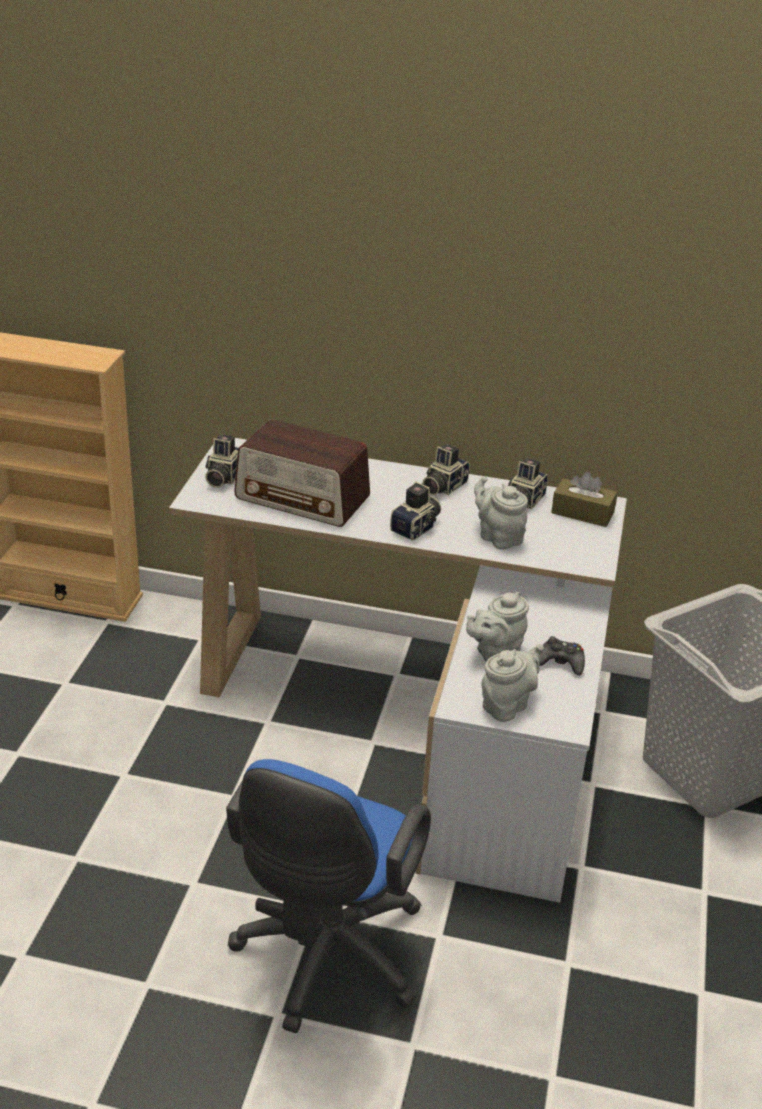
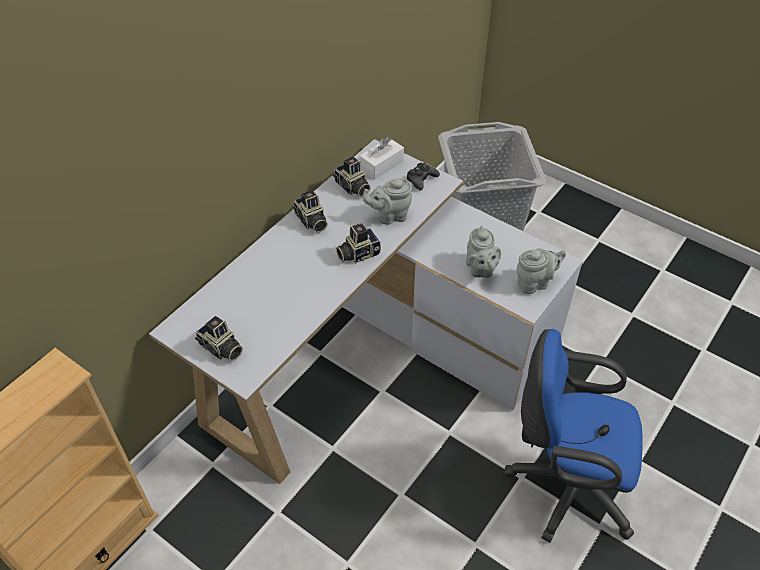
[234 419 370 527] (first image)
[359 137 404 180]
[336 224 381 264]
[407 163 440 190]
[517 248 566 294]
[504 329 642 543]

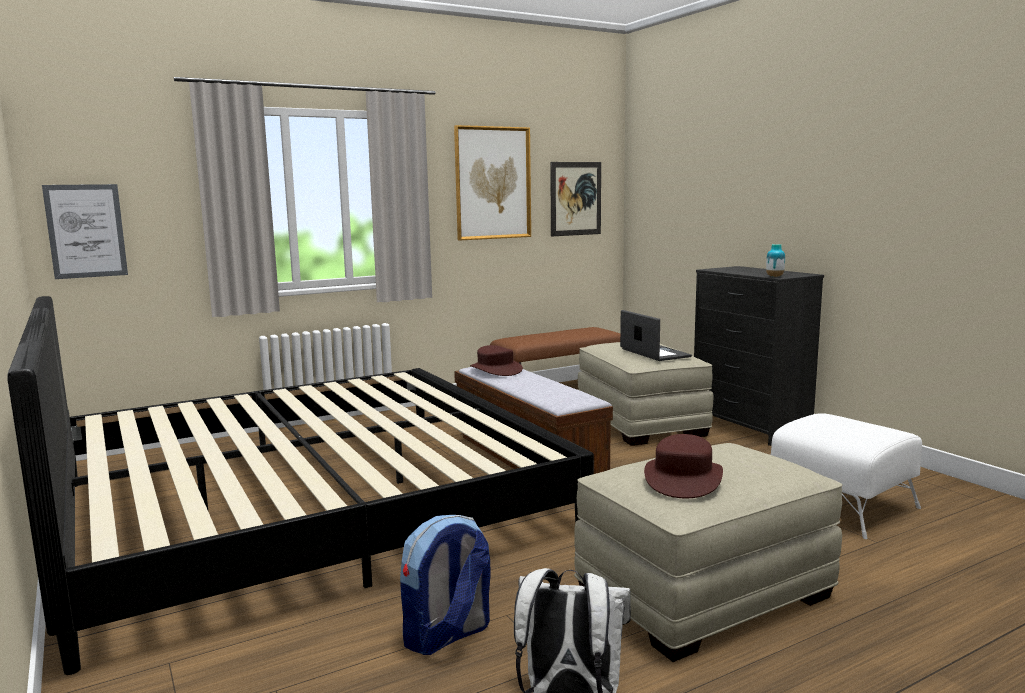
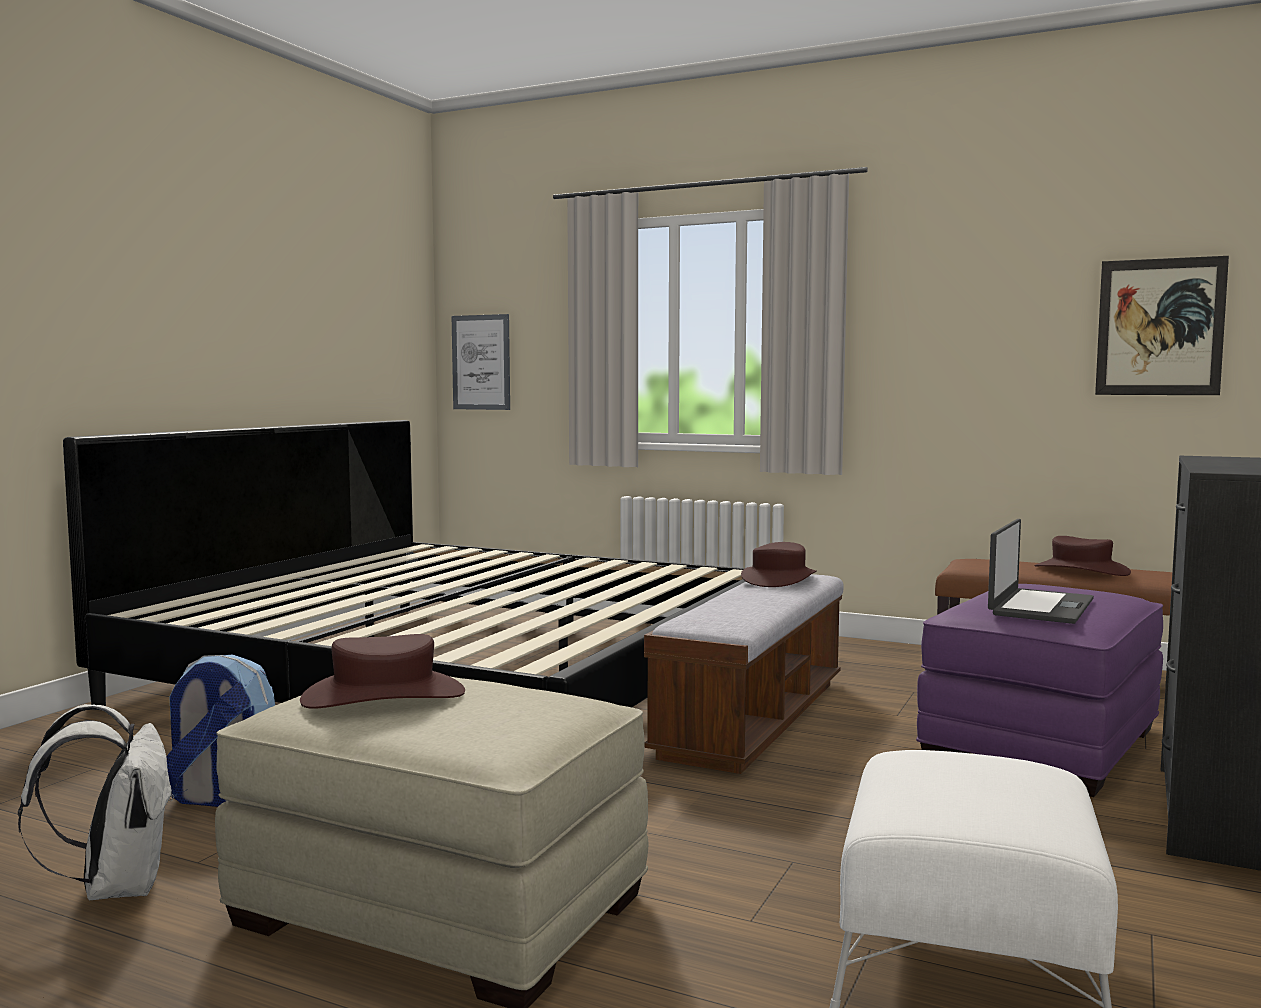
[454 125 531 240] (first image)
[766 244 785 277] (first image)
[916 584 1163 797]
[1034 536 1131 576]

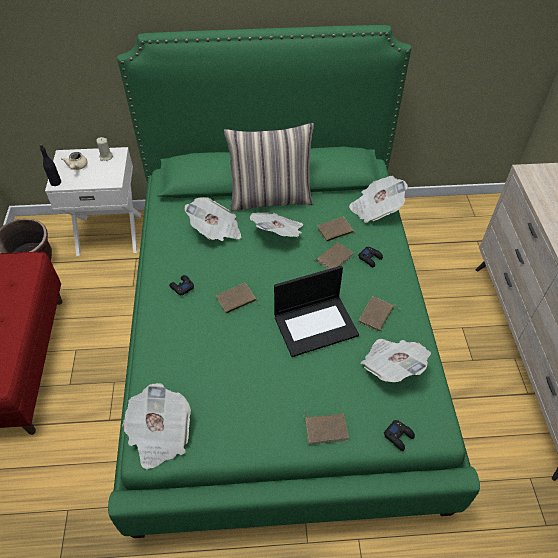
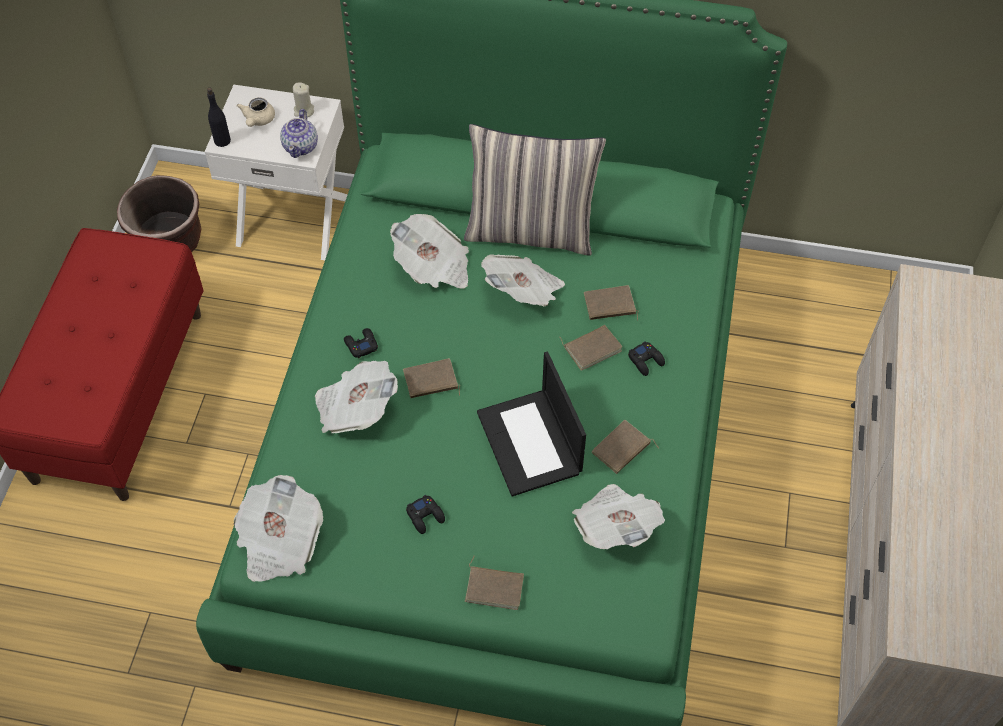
[315 361 398 433]
[477 352 586 497]
[406 495 445 534]
[280 109 318 158]

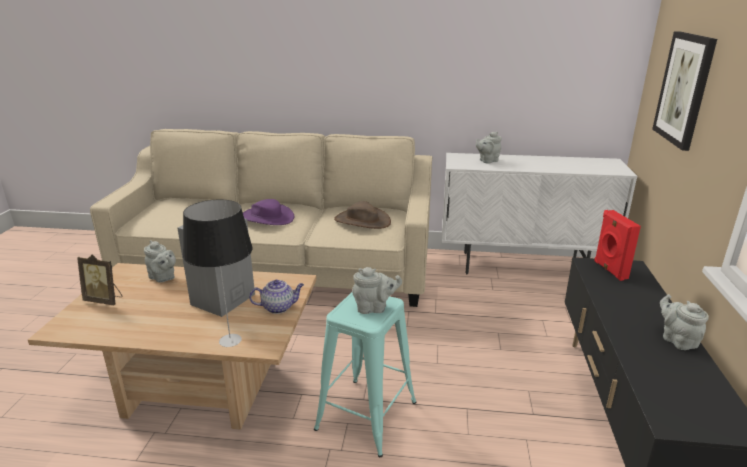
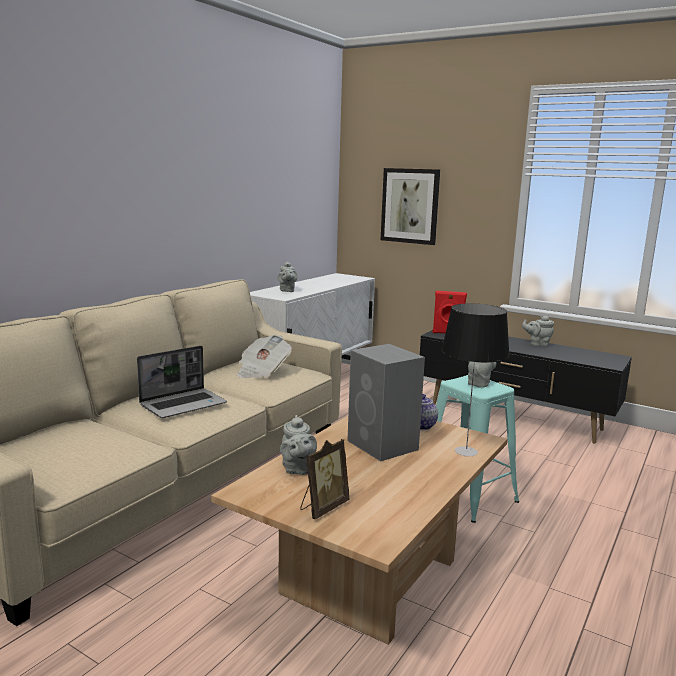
[137 346 227 418]
[237 335 292 378]
[280 415 317 475]

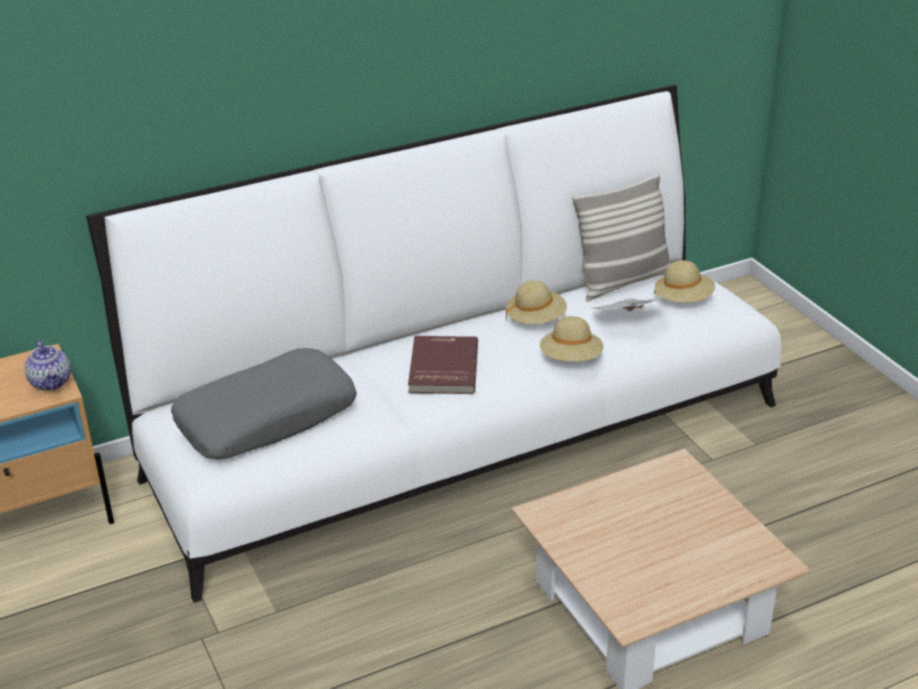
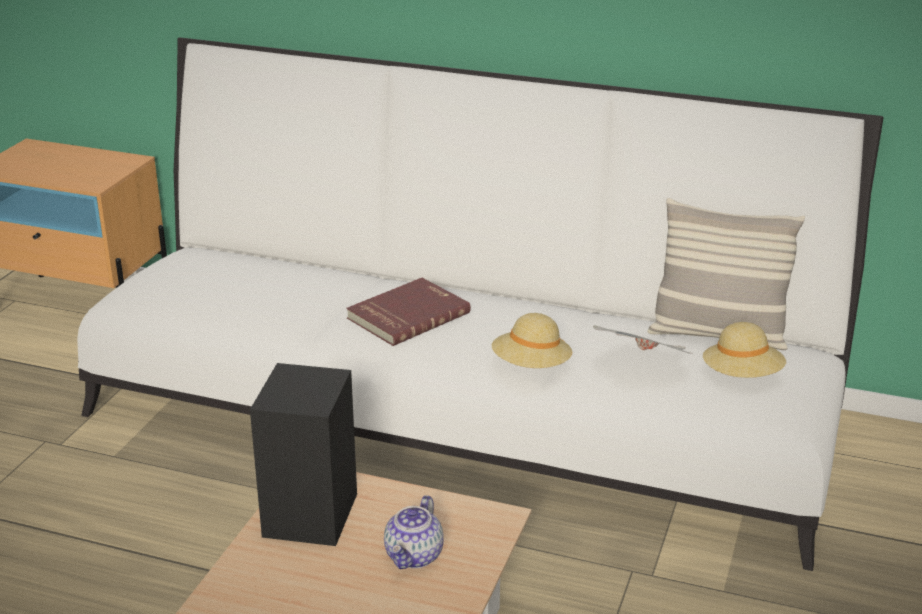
[506 281 567 324] (first image)
[384 495 444 569]
[171 348 357 459] (first image)
[250 363 357 546]

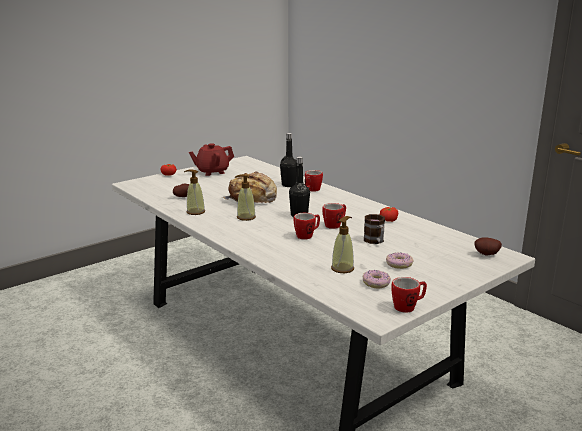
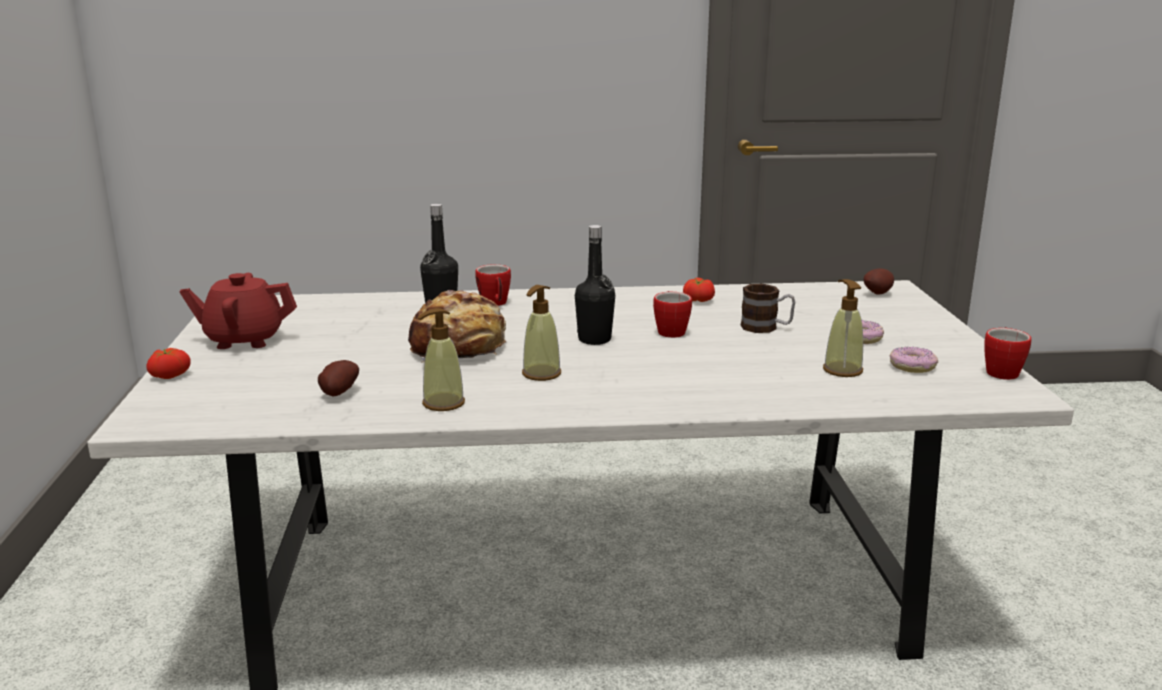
[179 273 297 349]
[294 213 320 240] (first image)

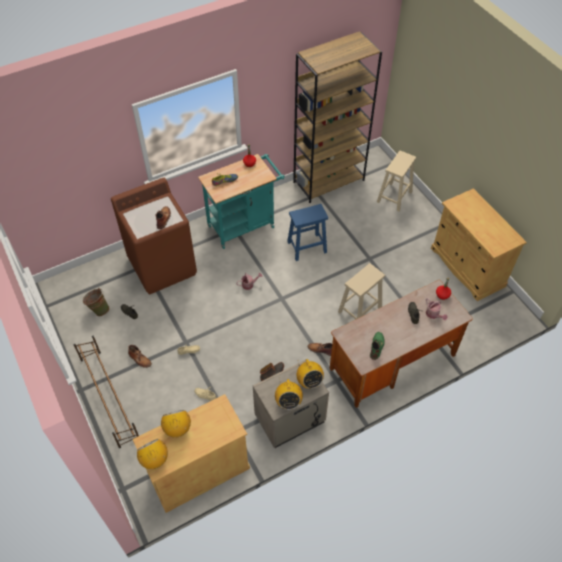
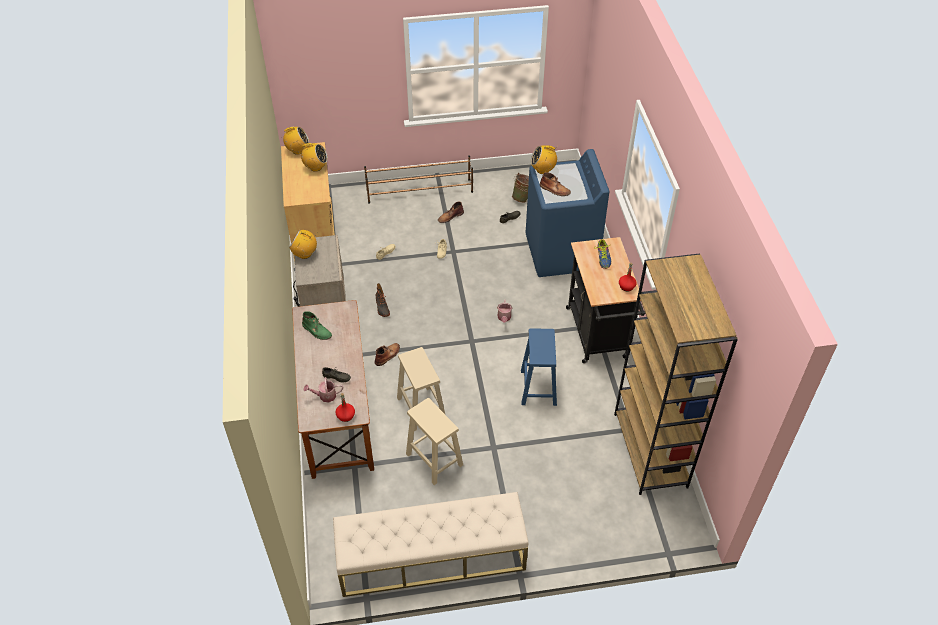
[406 398 463 485]
[566 237 646 364]
[526 149 609 277]
[333 492 528 597]
[531 145 557 174]

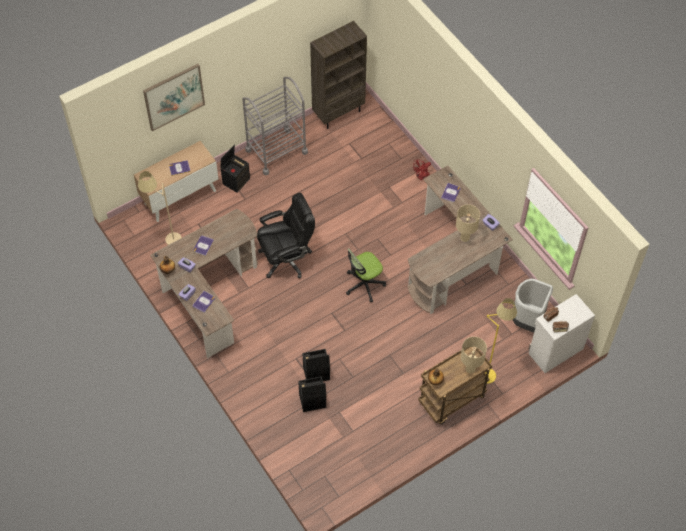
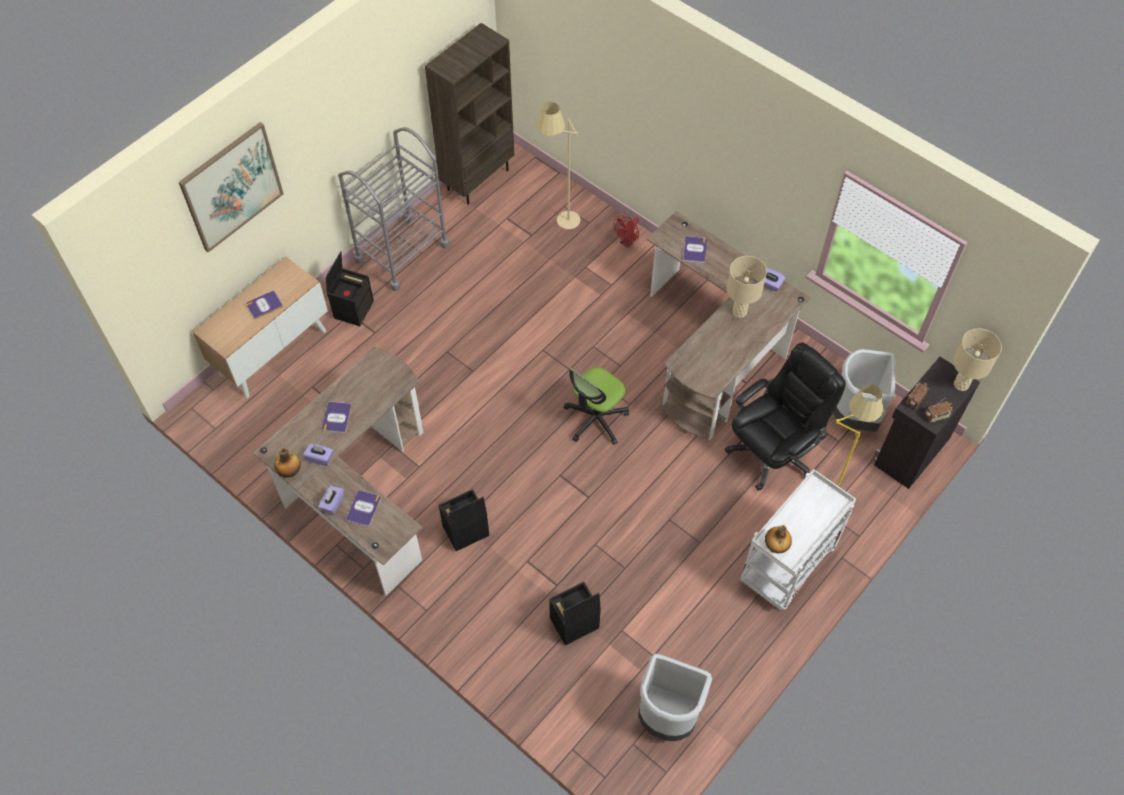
[536 102 580 229]
[725 342 846 491]
[872 357 980 489]
[953 328 1002 391]
[740 469 856 610]
[439 489 489 551]
[639 654 712 741]

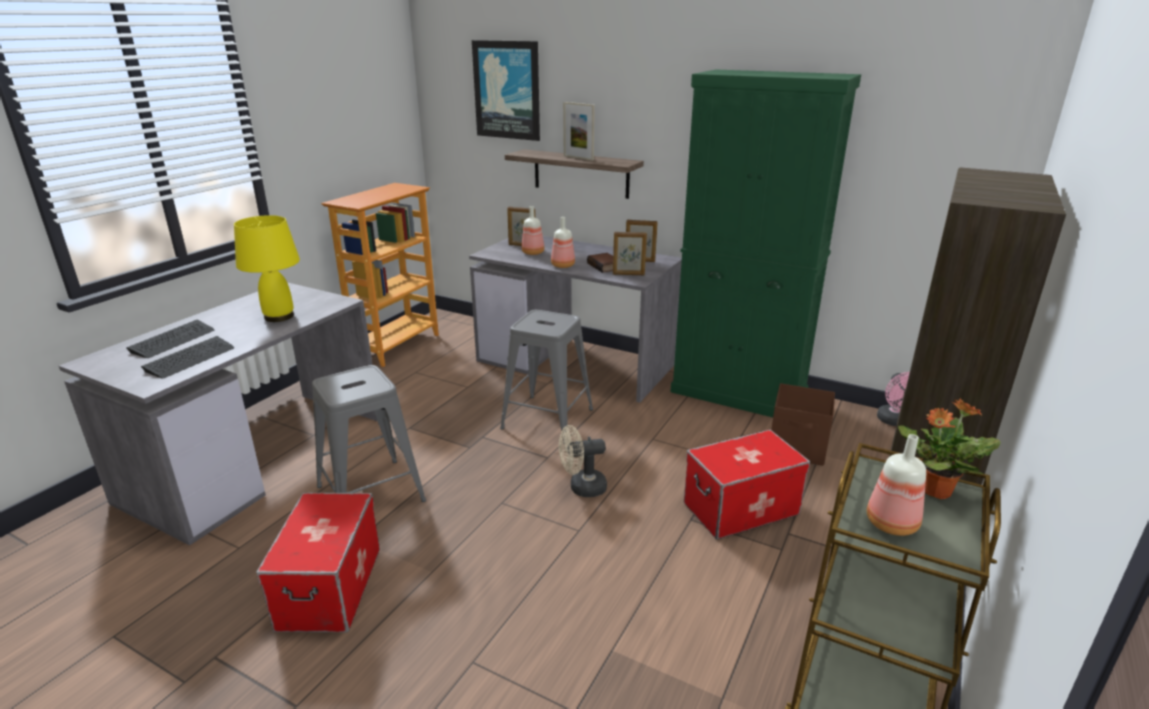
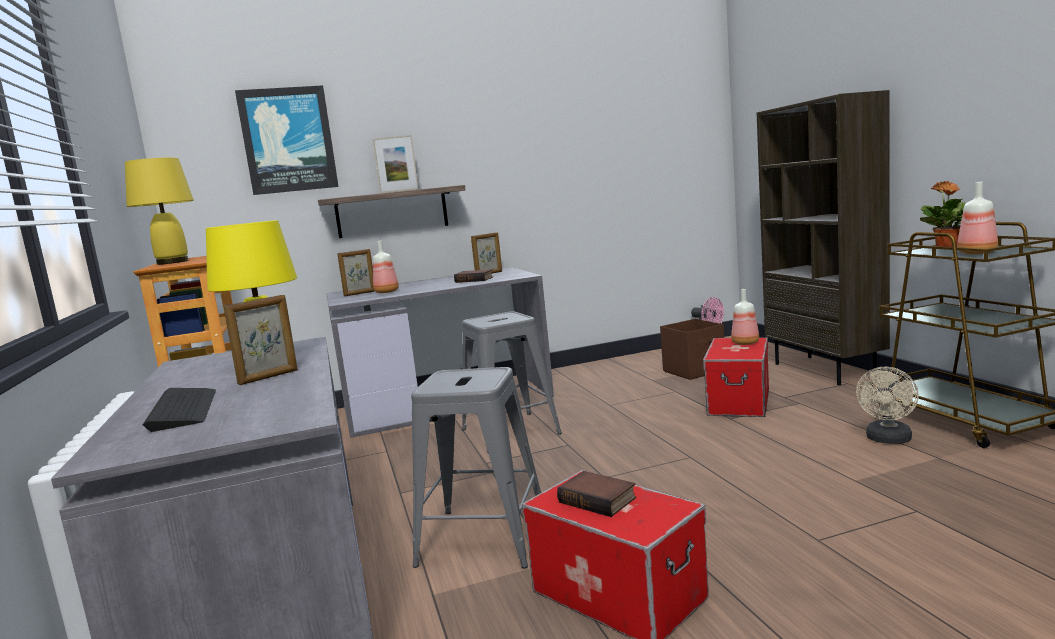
[670 70 861 417] (first image)
[731 289 759 345]
[223 295 298 385]
[141 336 234 378] (first image)
[856 367 919 444]
[125 158 194 265]
[557 471 636 517]

